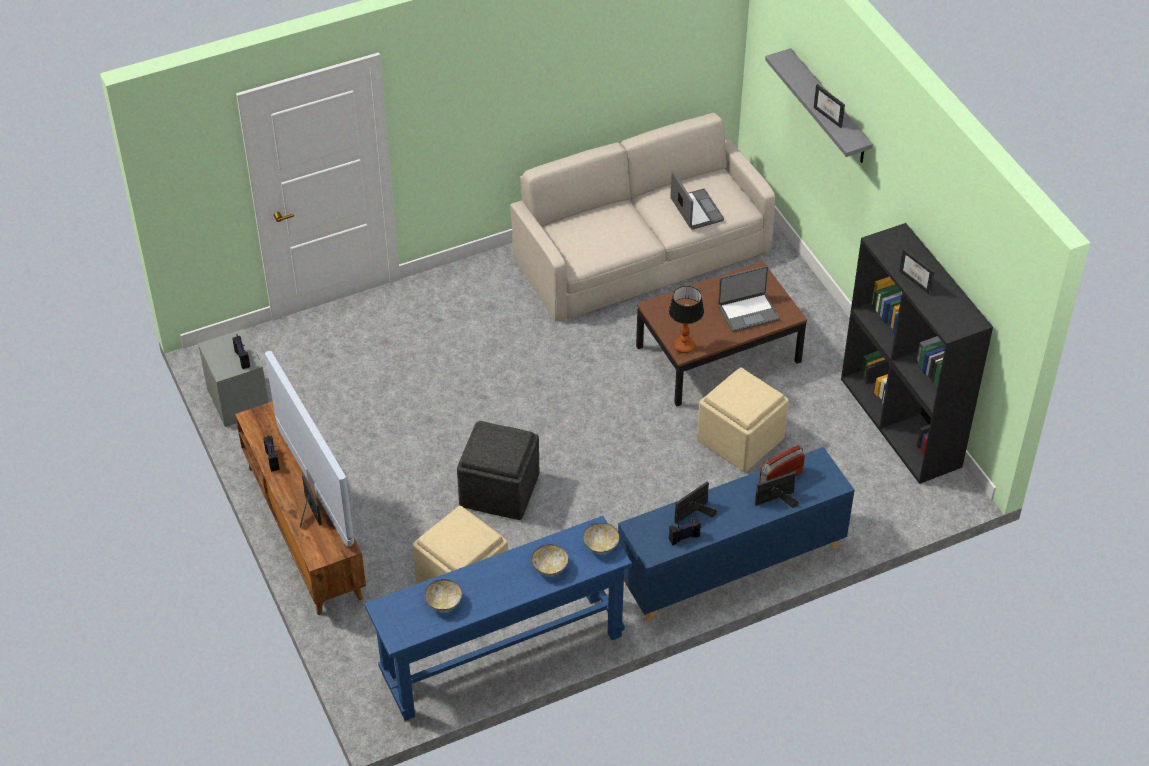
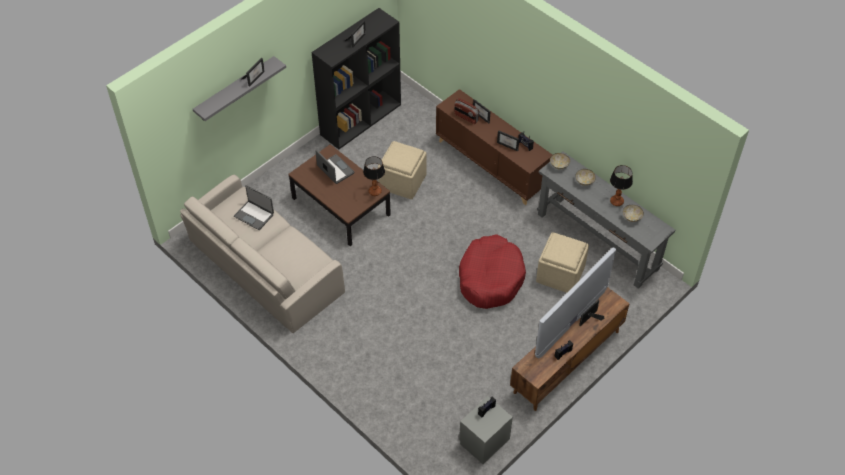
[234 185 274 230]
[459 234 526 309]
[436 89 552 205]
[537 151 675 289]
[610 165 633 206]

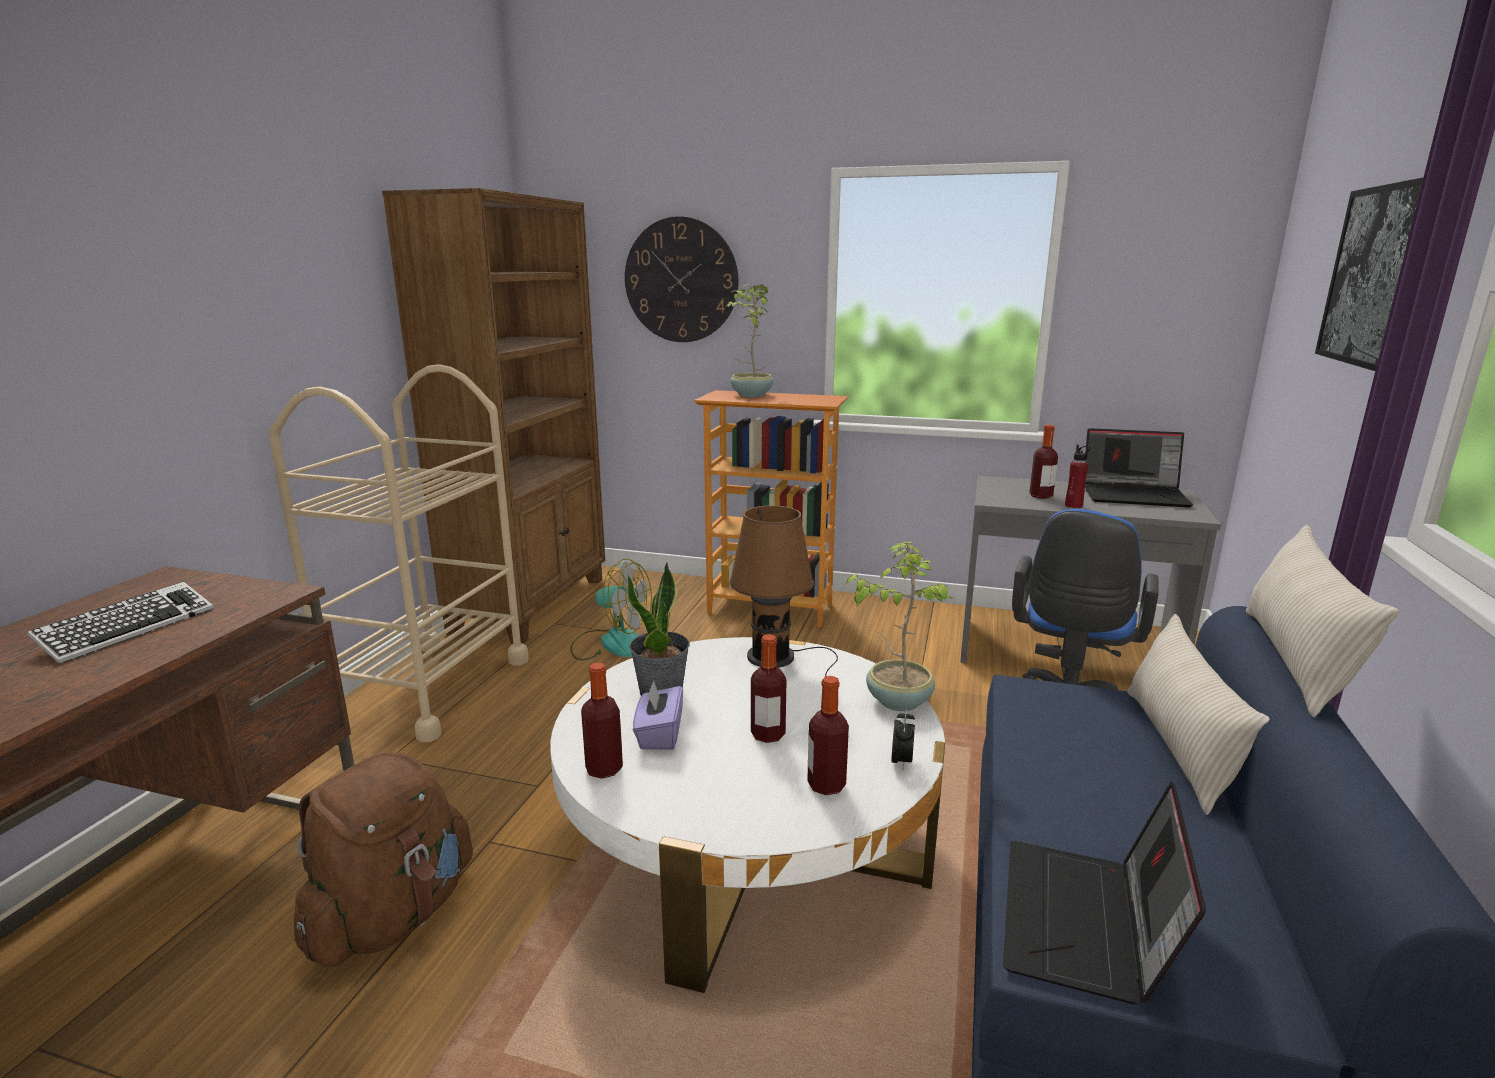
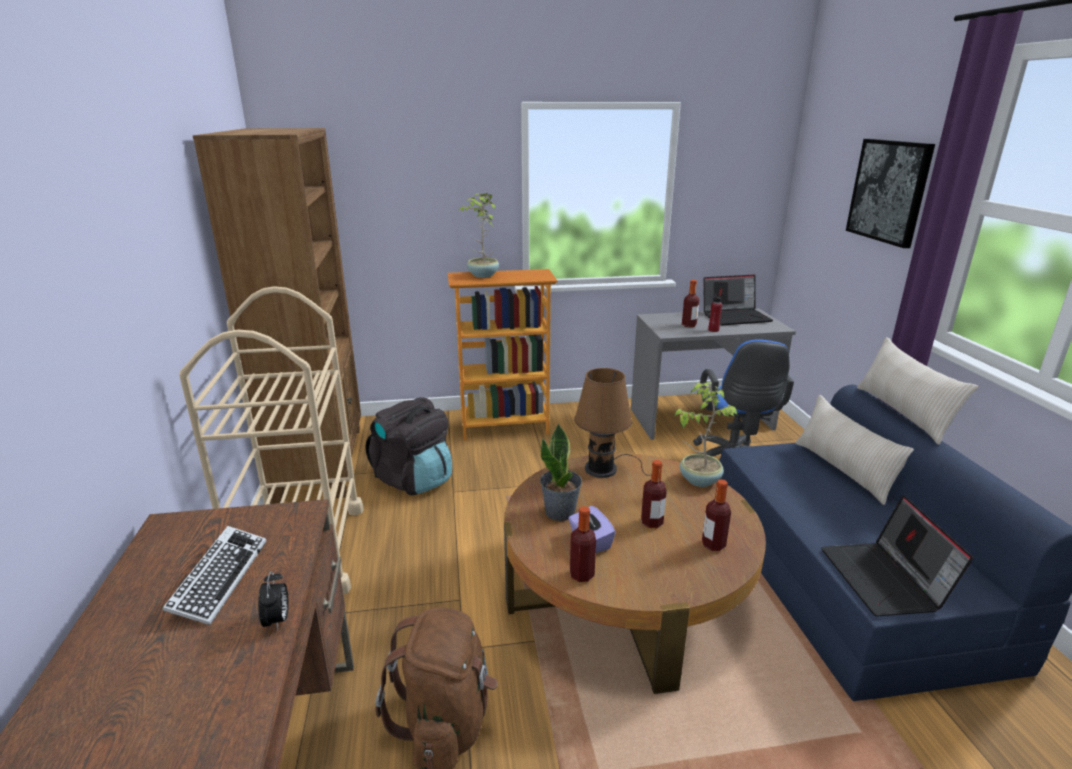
[625 216 738 342] (first image)
[366 397 452 495]
[504 453 766 694]
[258 571 289 631]

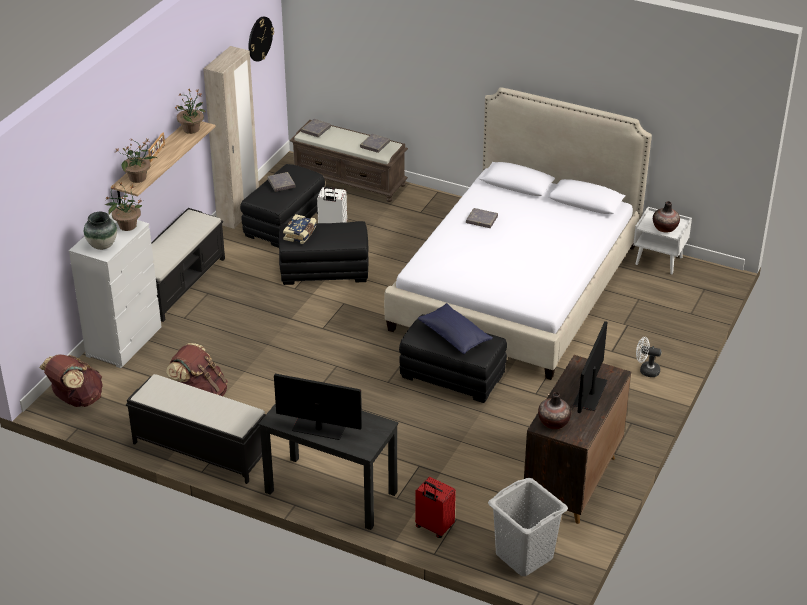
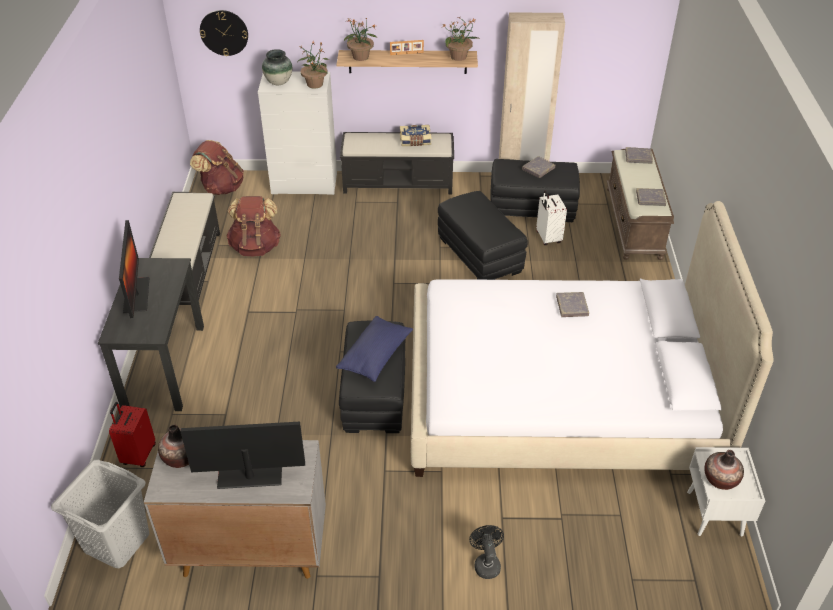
[200 10 248 56]
[400 125 431 146]
[469 525 504 579]
[144 440 326 579]

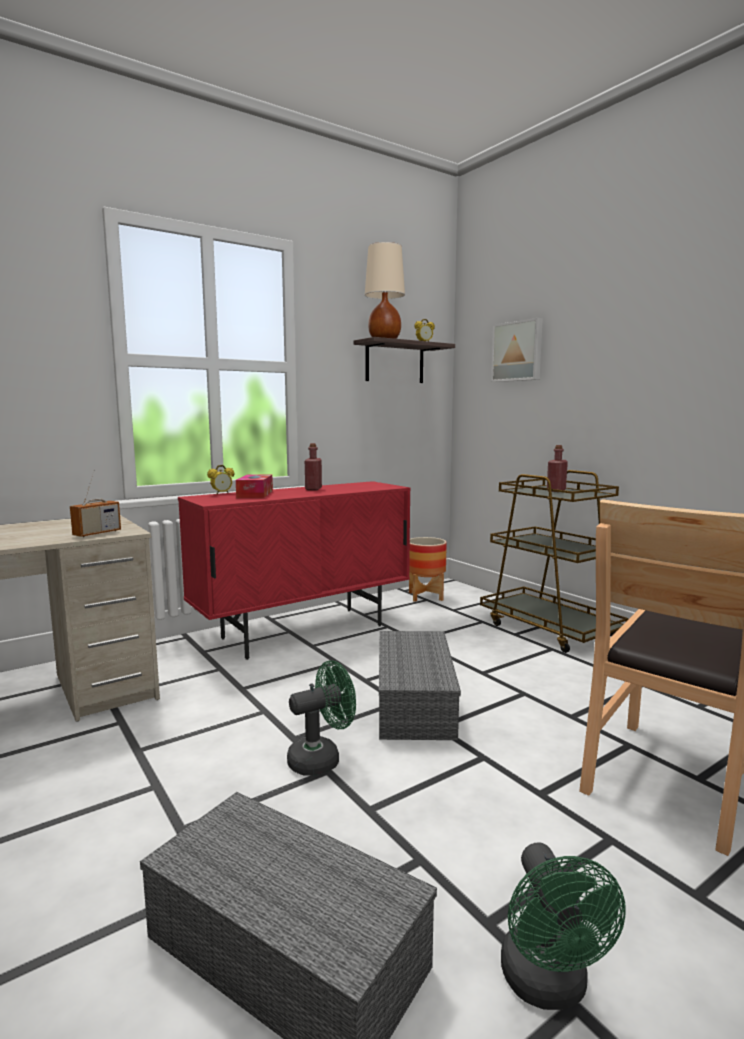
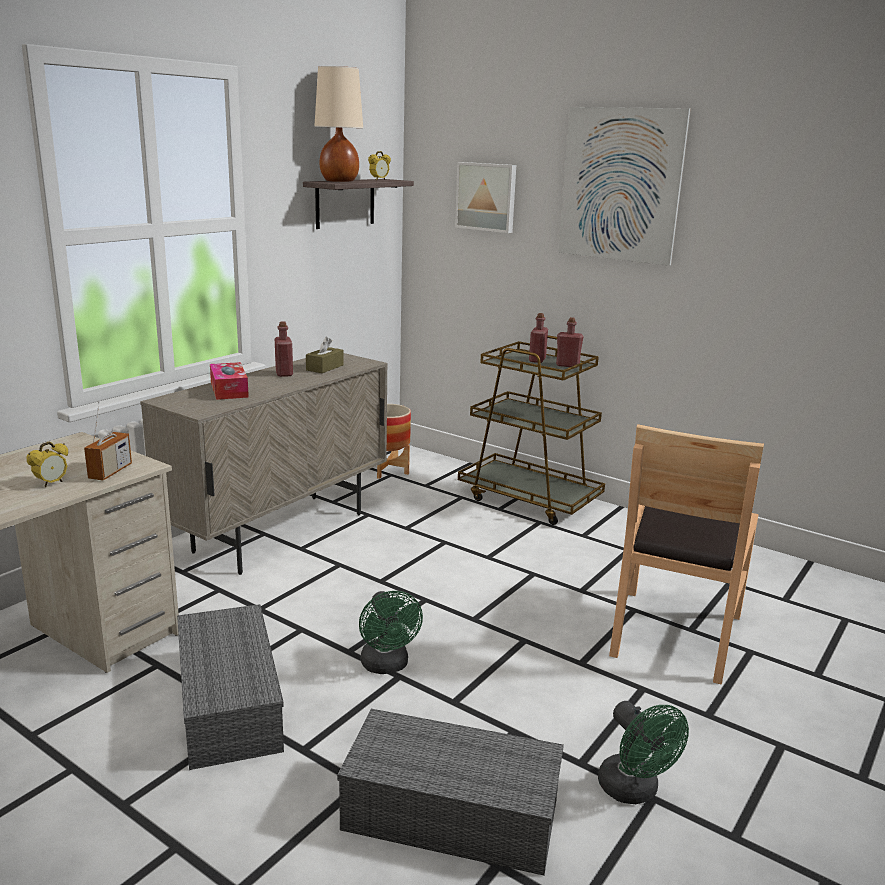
[26 442 68 487]
[140 353 388 575]
[177 604 284 770]
[359 591 423 674]
[558 107 691 266]
[556 317 584 368]
[306 337 344 373]

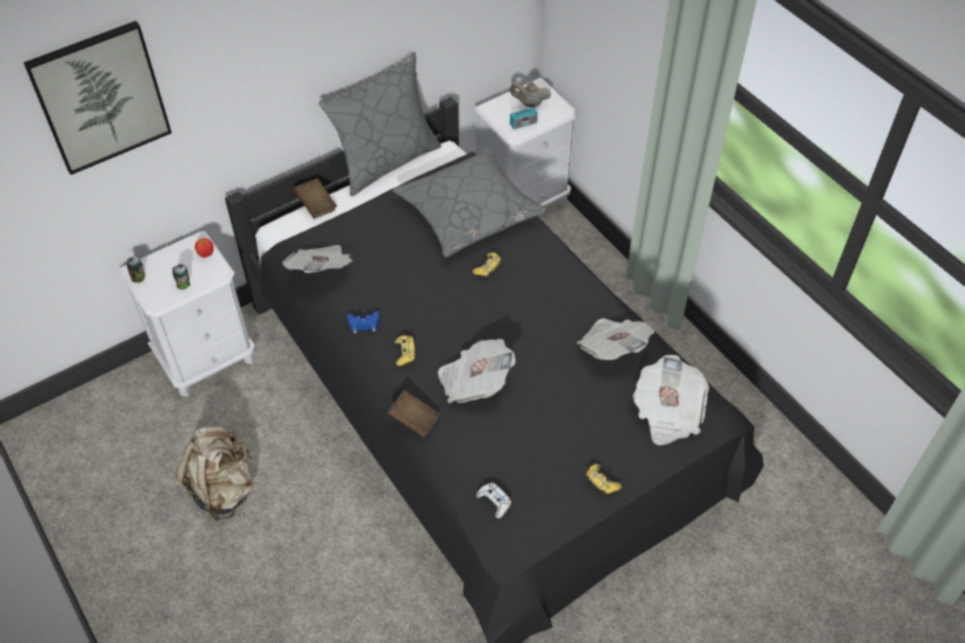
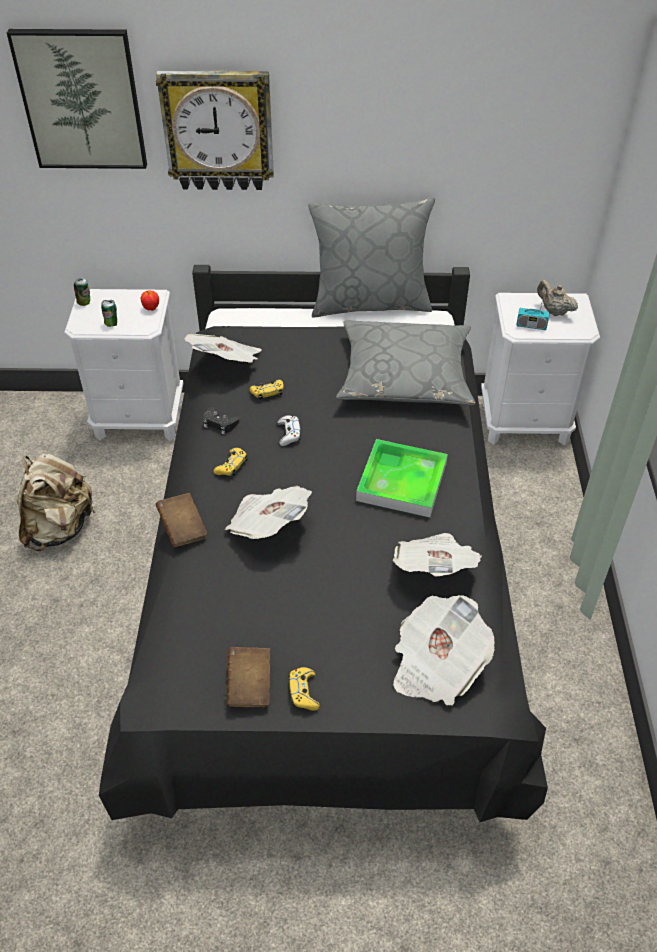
[226 647 270 707]
[250 380 284 400]
[203 407 239 434]
[277 415 301 446]
[156 70 274 190]
[356 439 448 518]

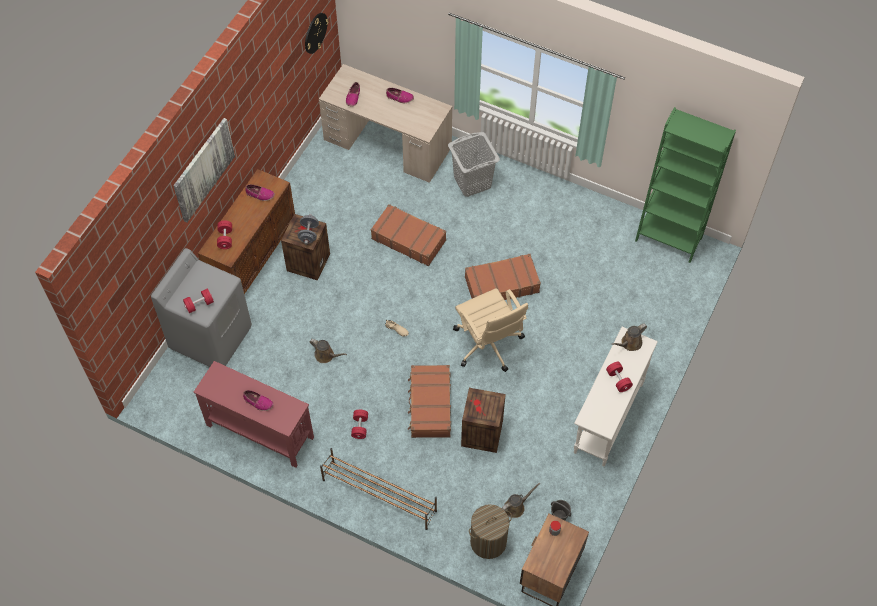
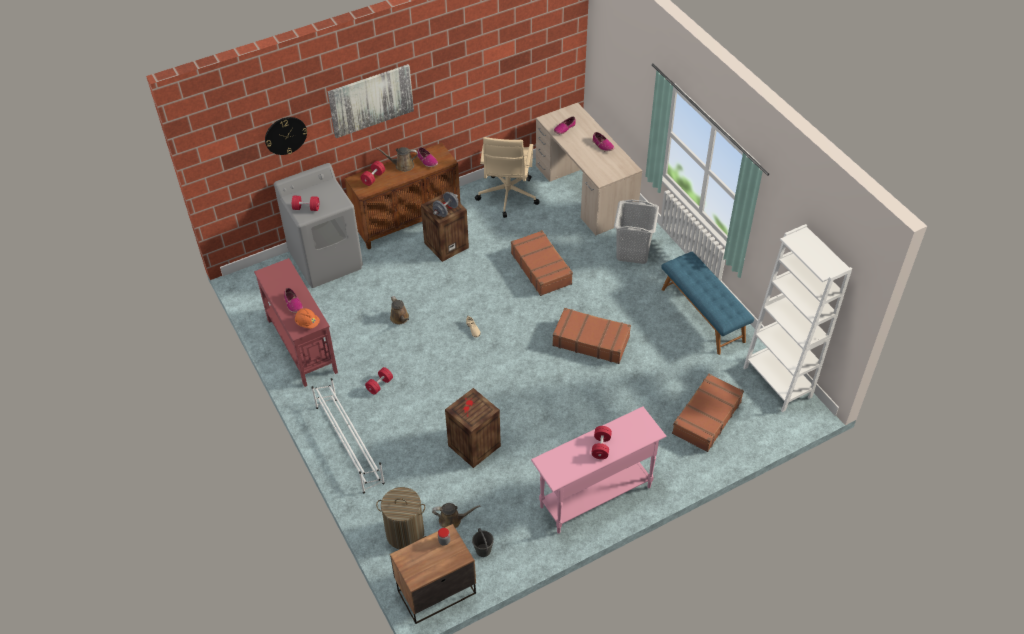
[265 117 307 155]
[743 224 852 412]
[475 137 539 218]
[376 147 418 172]
[531 406 667 534]
[672 374 744 452]
[311 378 385 493]
[661 252 754 355]
[295 308 320 329]

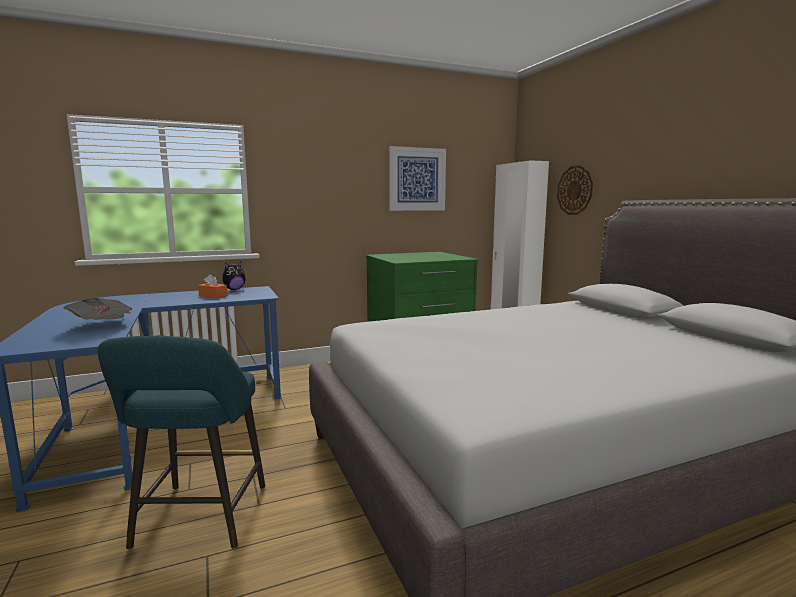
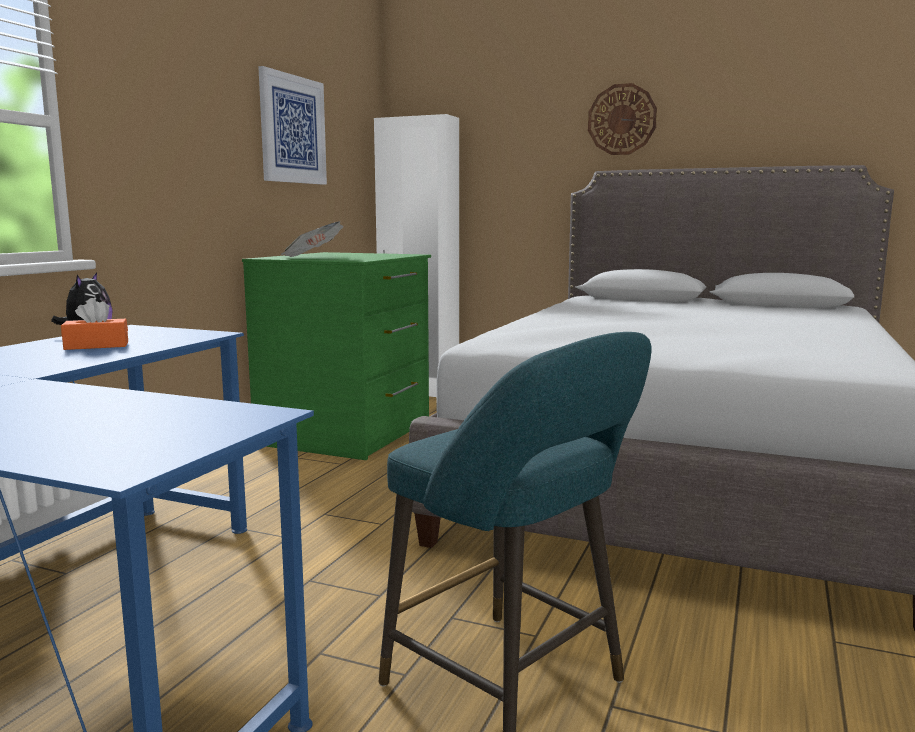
[588 83 657 155]
[281 221 343 257]

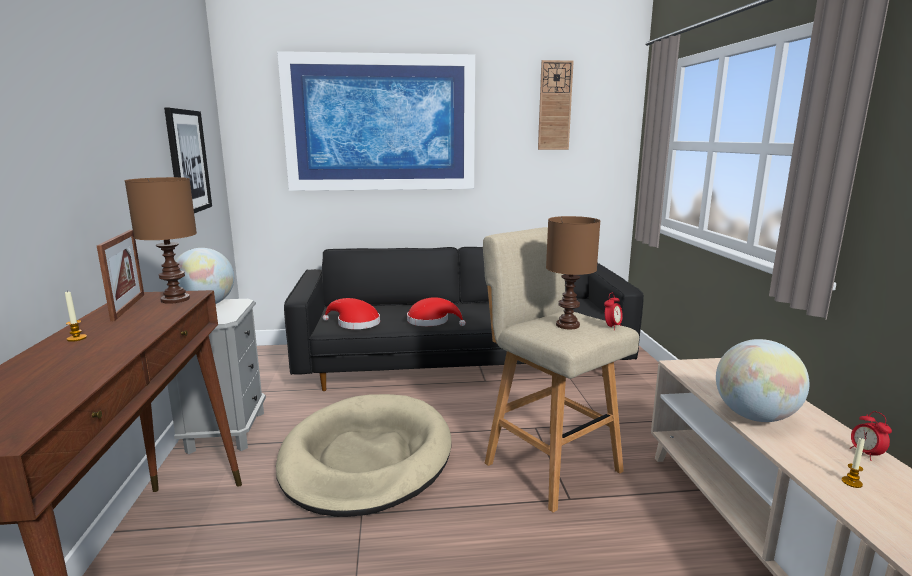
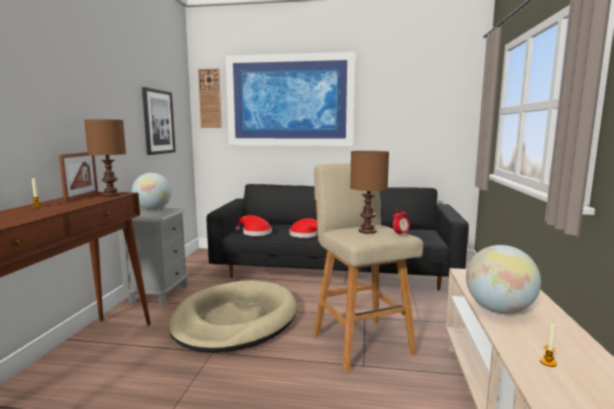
[198 68 222 128]
[850 411 892 461] (first image)

